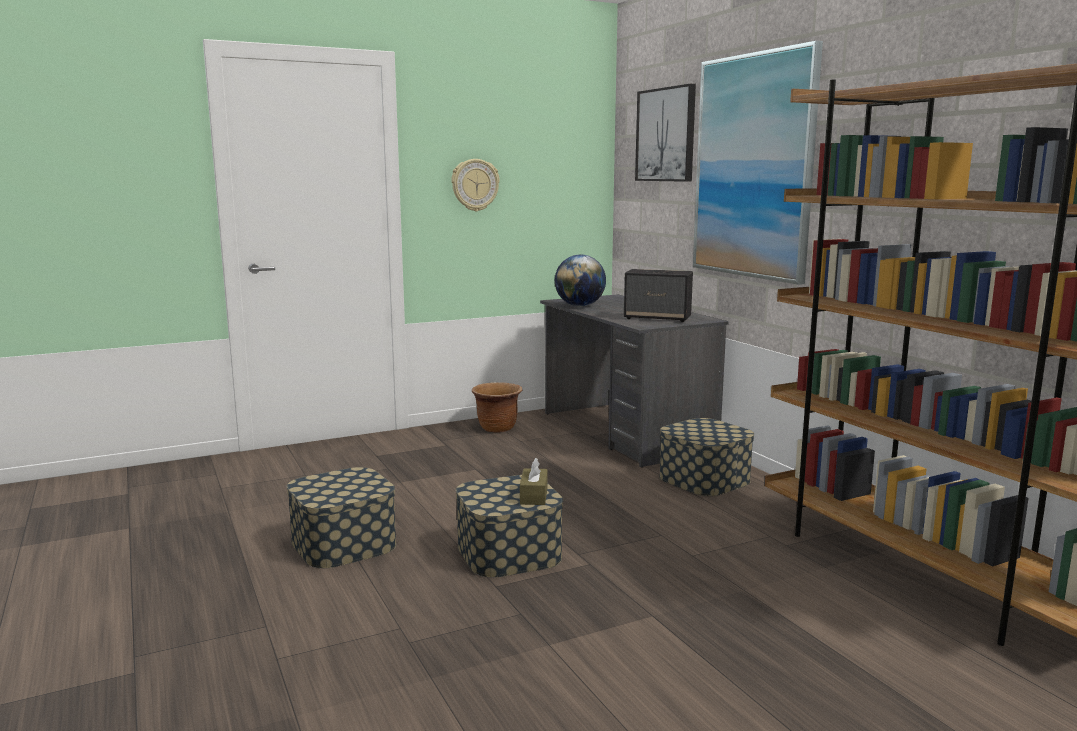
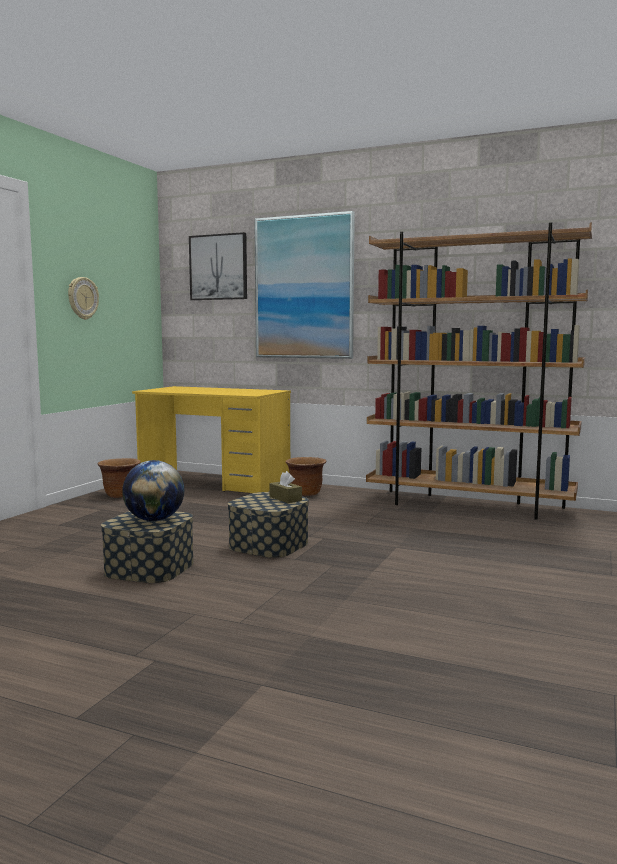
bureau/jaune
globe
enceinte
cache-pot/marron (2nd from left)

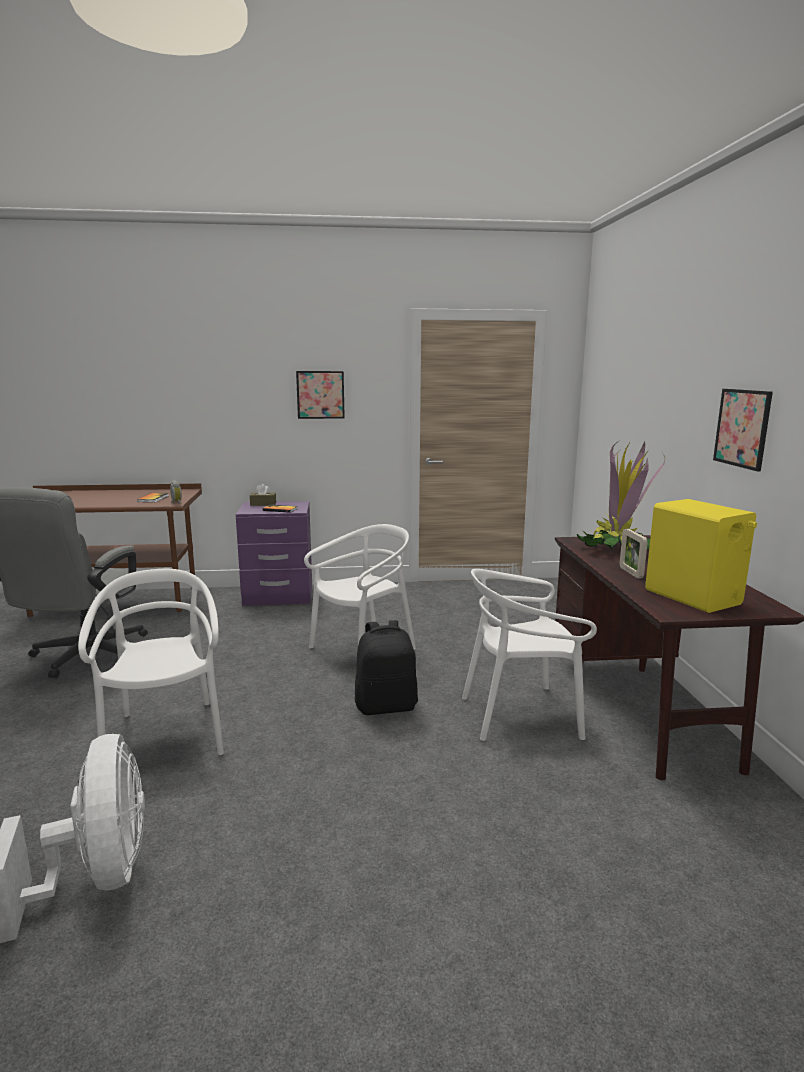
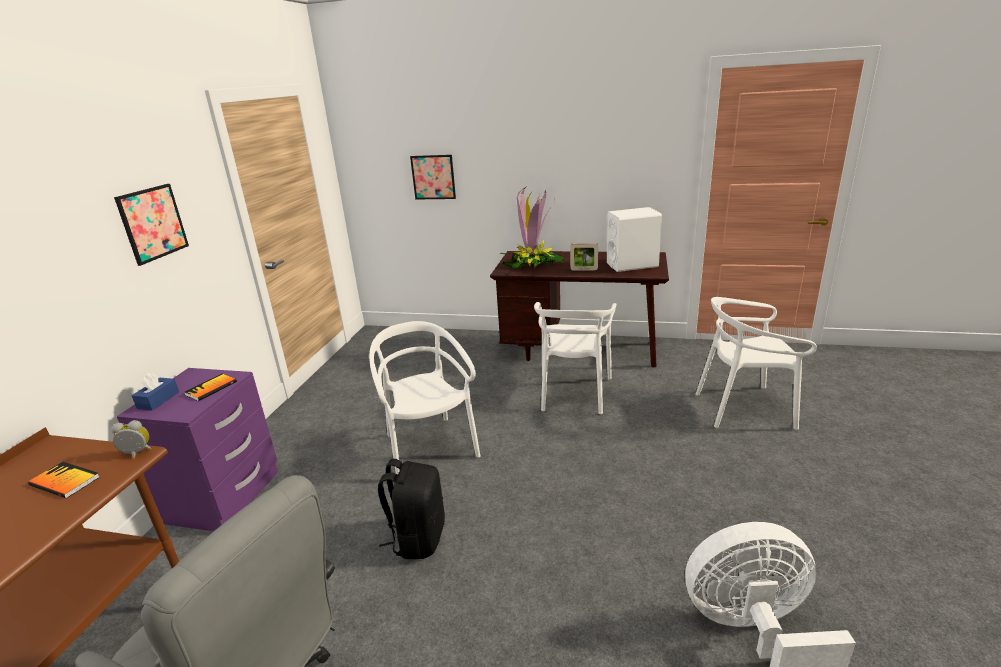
chaise/blanc (3rd from left)
boîte à mouchoirs/bleu
sac à dos/noir
enceinte/blanc
tableau (2nd from left)

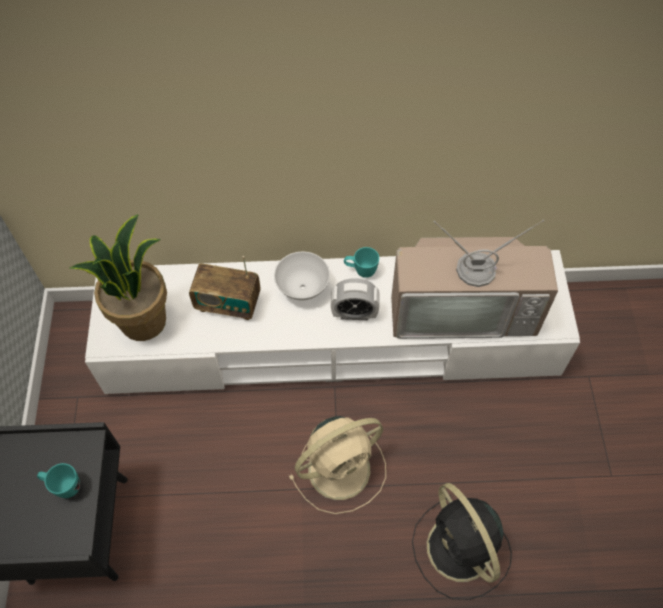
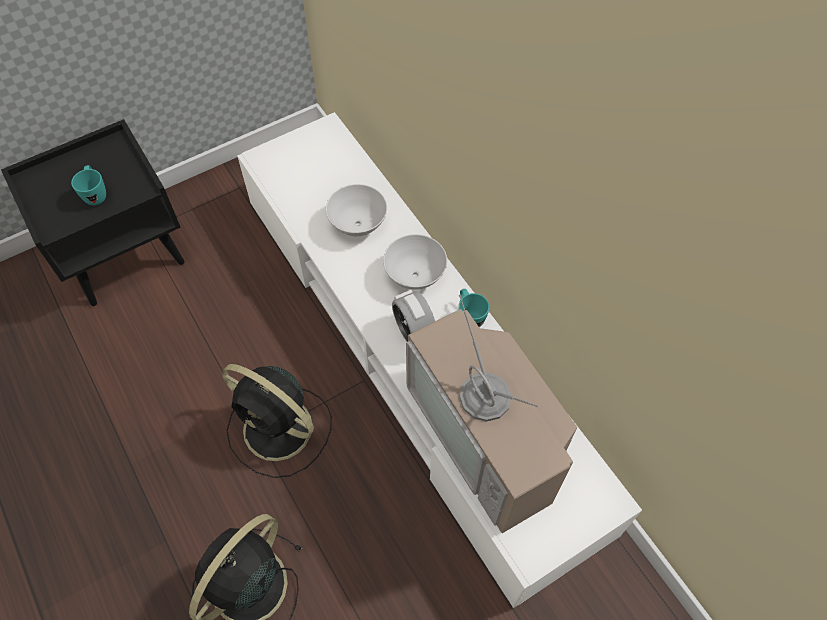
plante en pot
bol/blanc (1st from left)
ventilateur/noir (2nd from left)

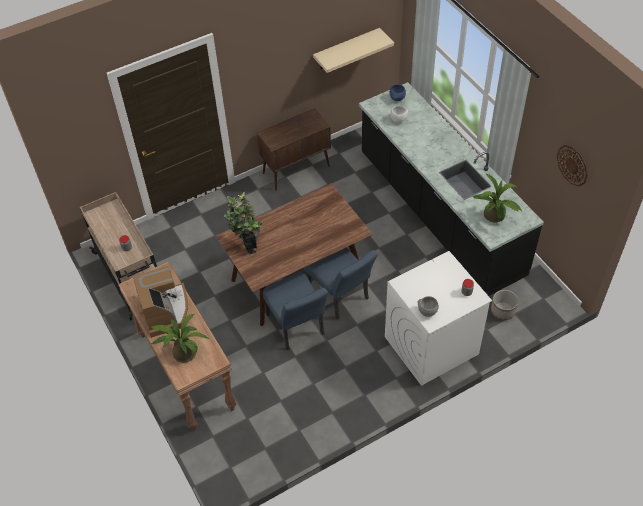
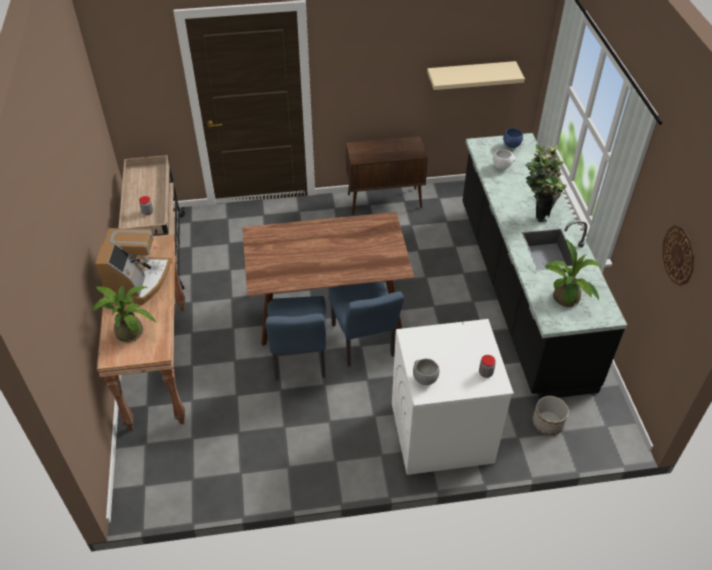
plante en pot (2nd from left)

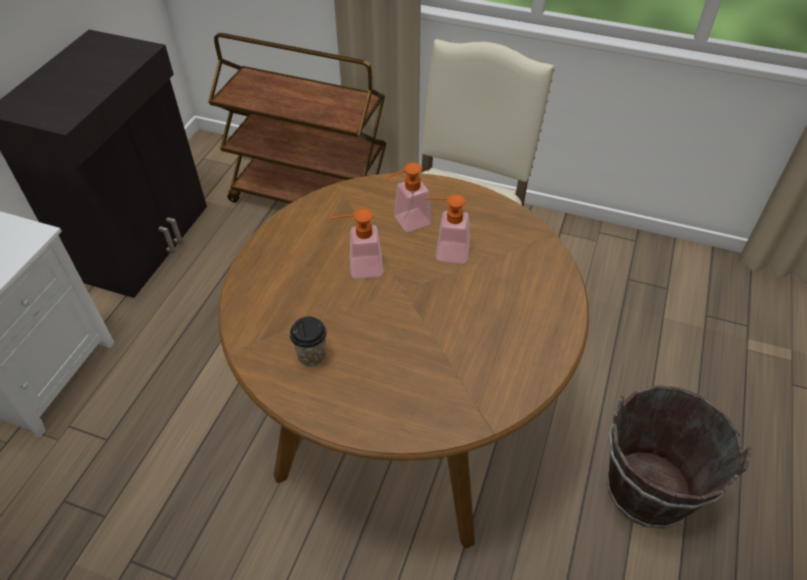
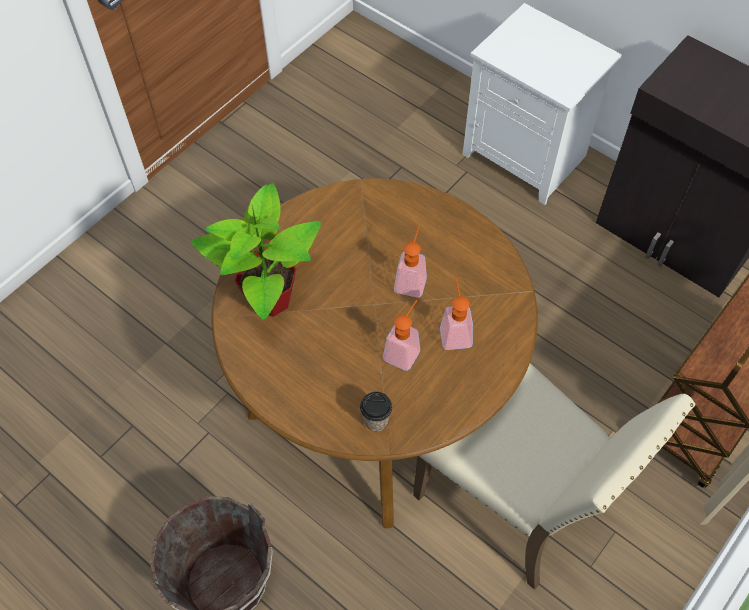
tasse
plante en pot

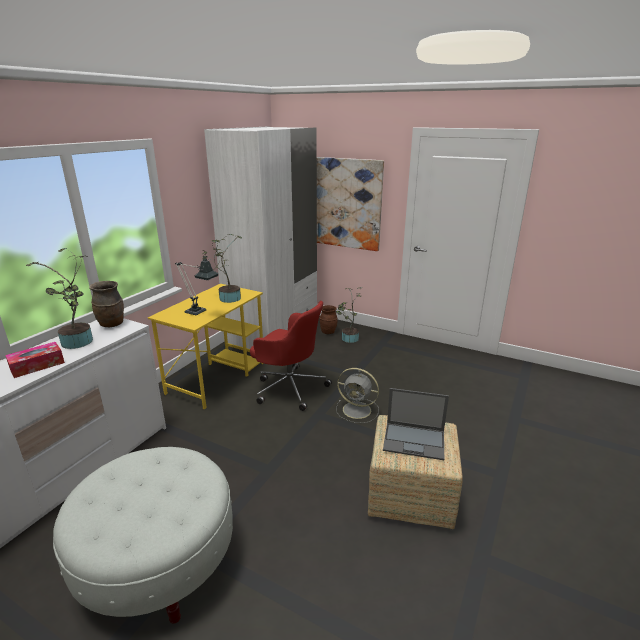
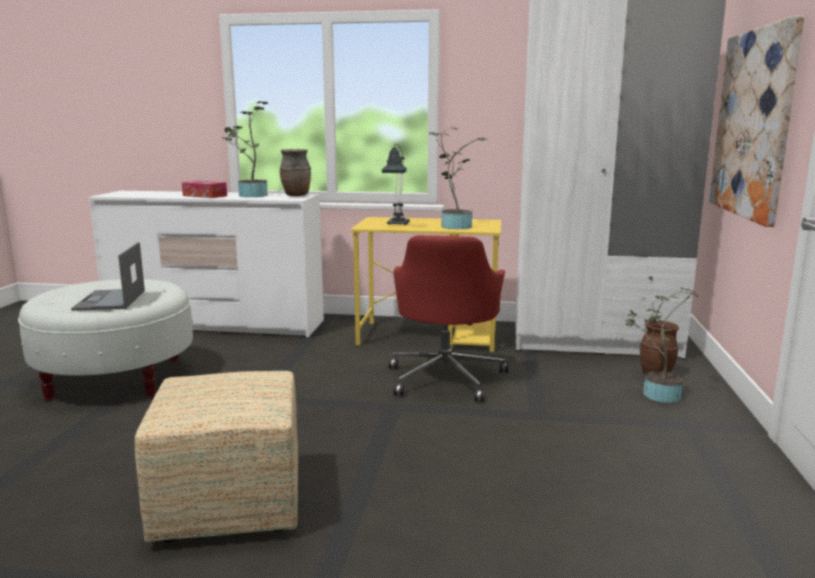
ventilateur/gris
ordinateur portable

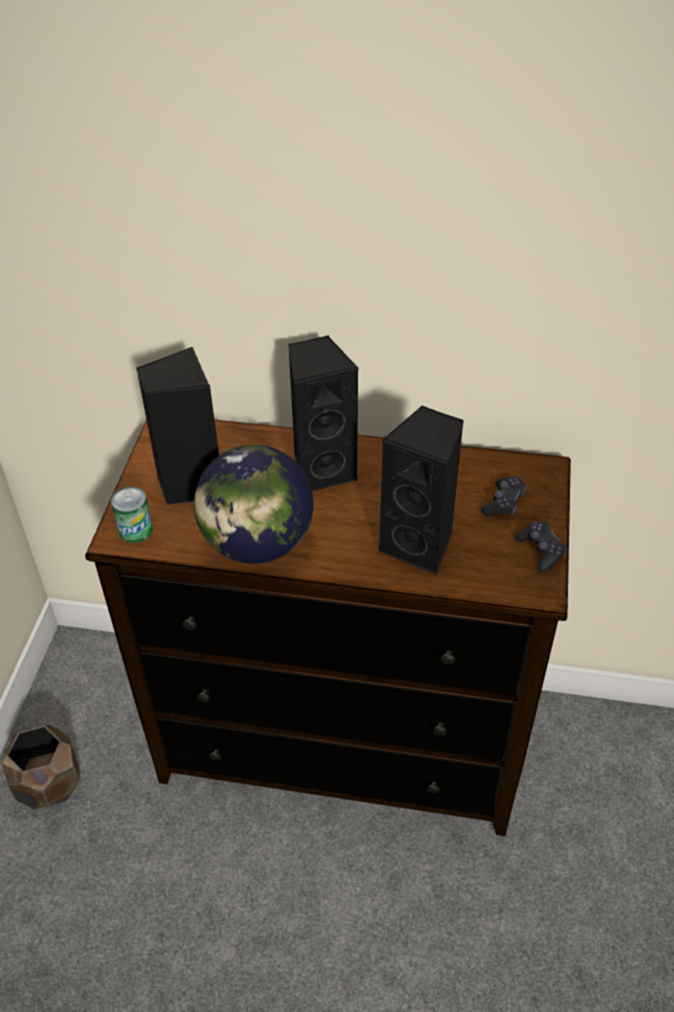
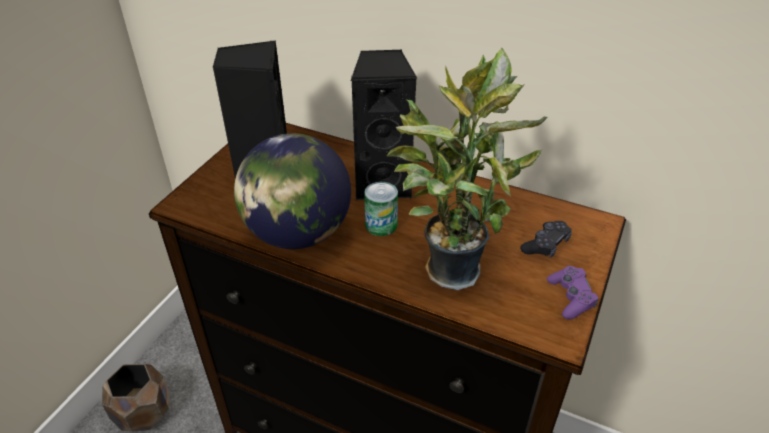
boîte métallique
plante en pot
manette/violet

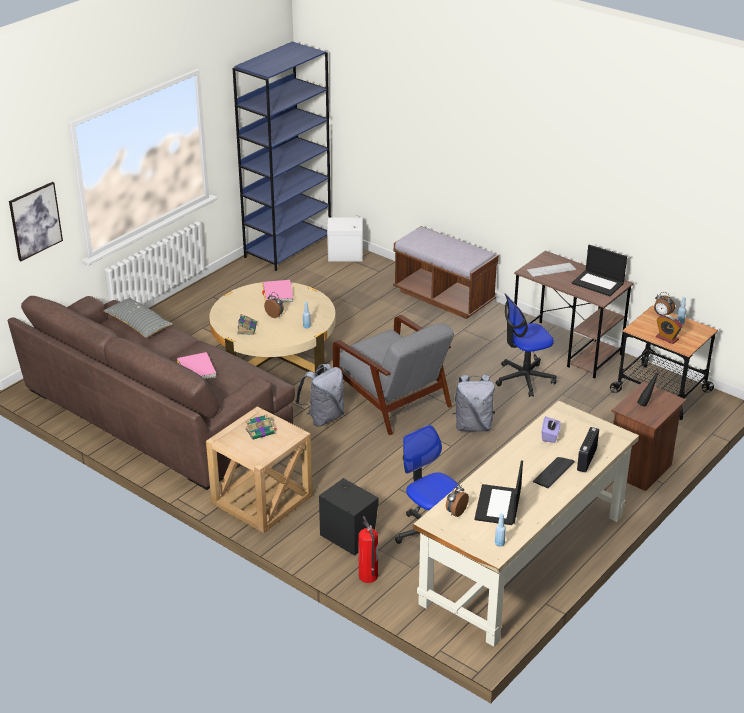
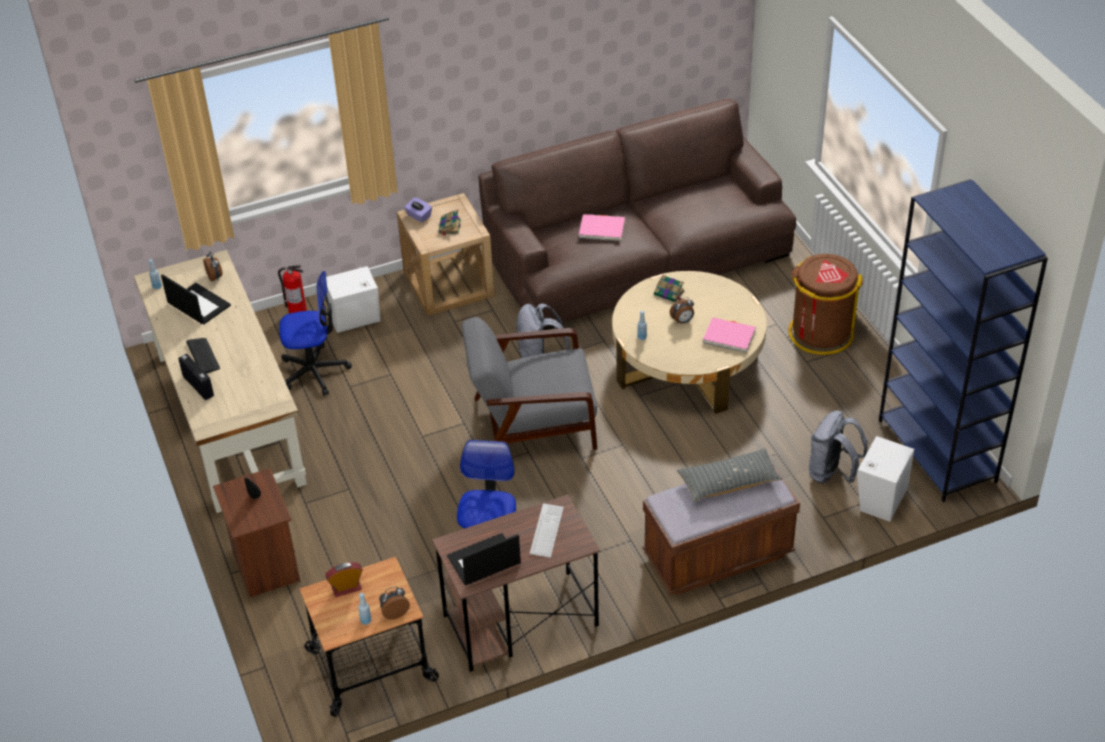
tableau
coussin/gris
enceinte/blanc (1st from left)
sac à dos/gris (2nd from left)
boîte à mouchoirs/violet
poubelle/marron

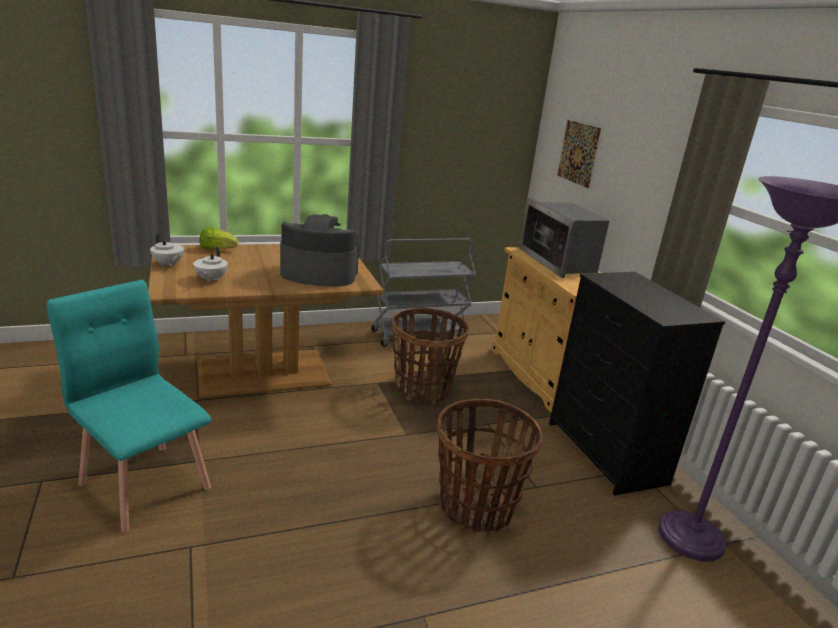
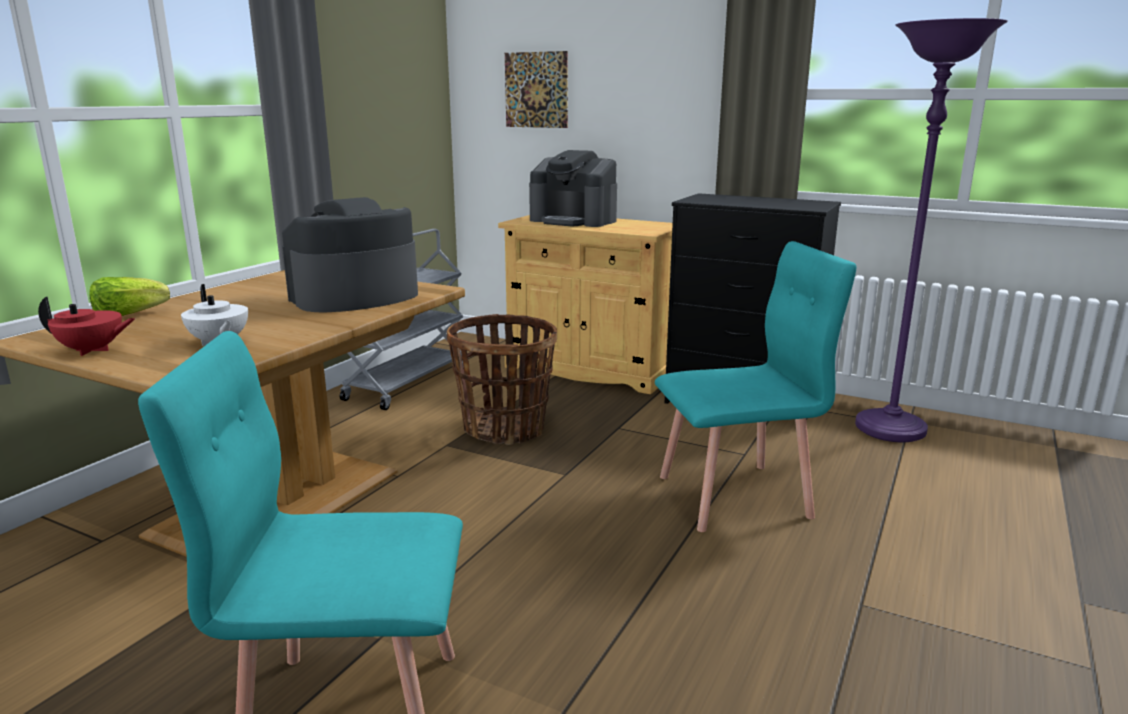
théière/rouge
chaise/turquoise (2nd from left)
machine à café (2nd from left)

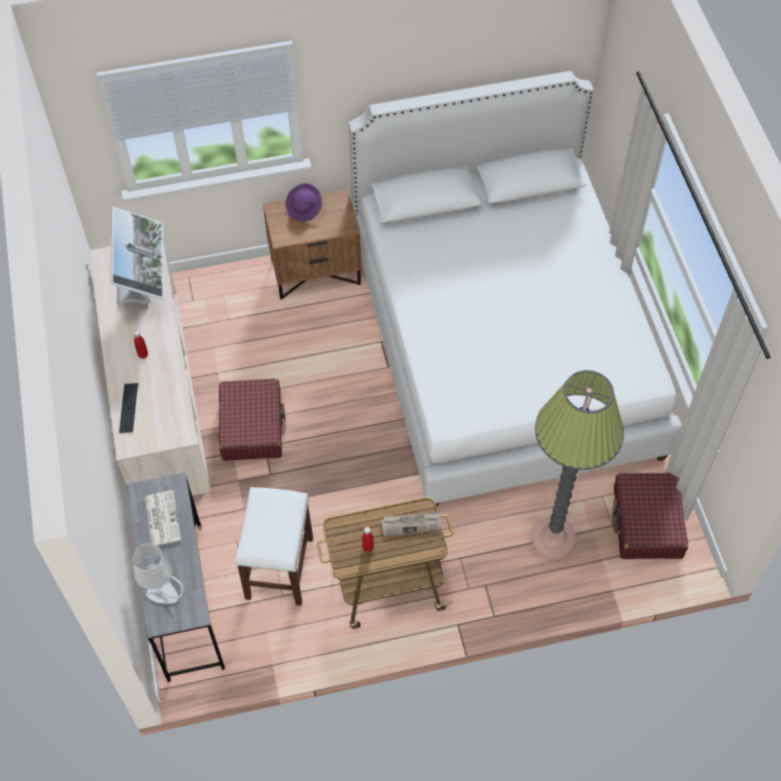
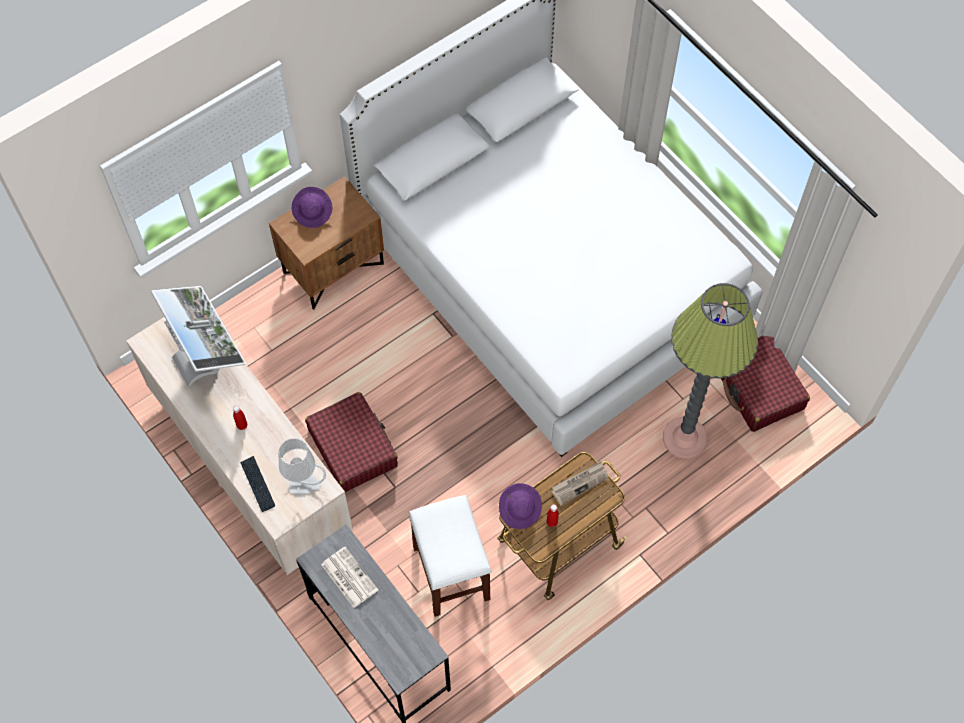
lampe de table/gris
chapeau/violet (2nd from left)

